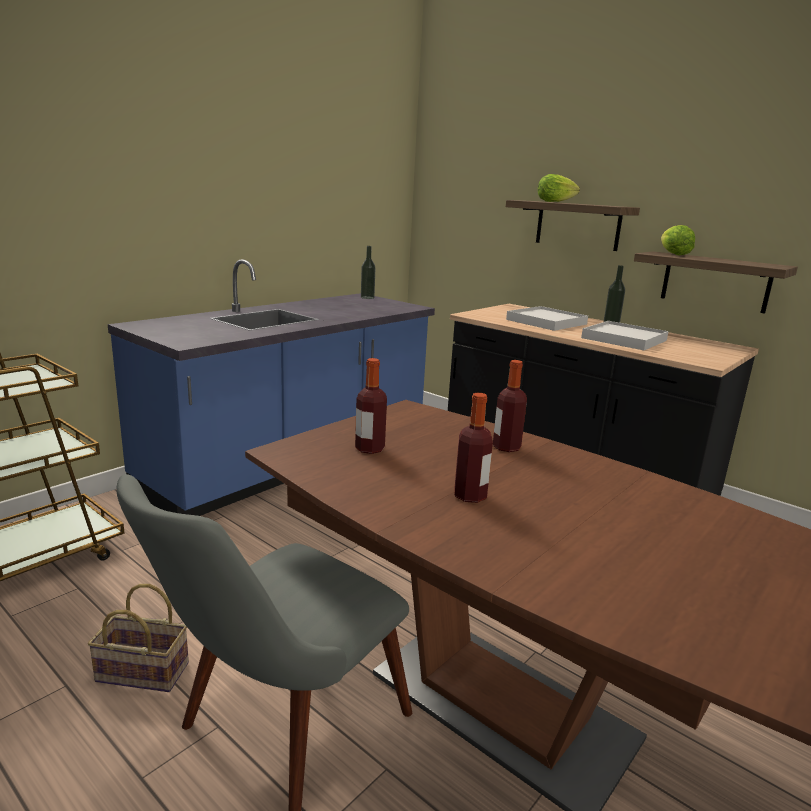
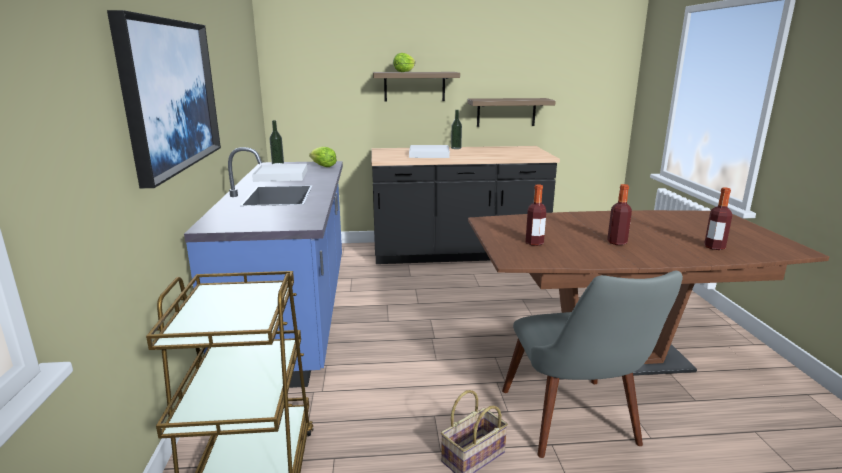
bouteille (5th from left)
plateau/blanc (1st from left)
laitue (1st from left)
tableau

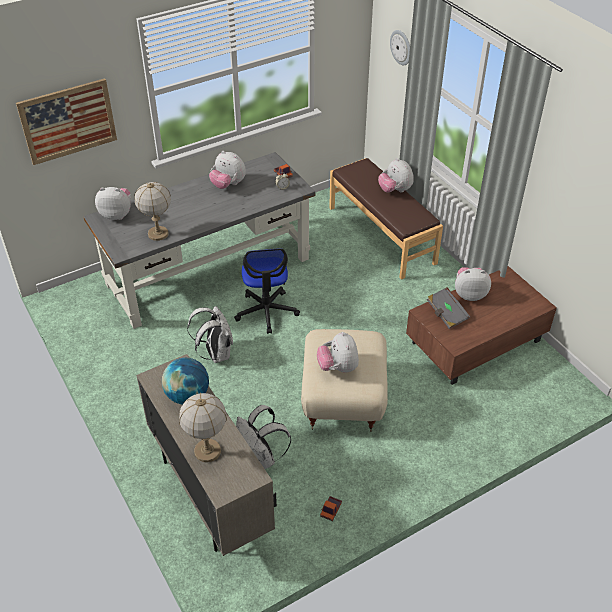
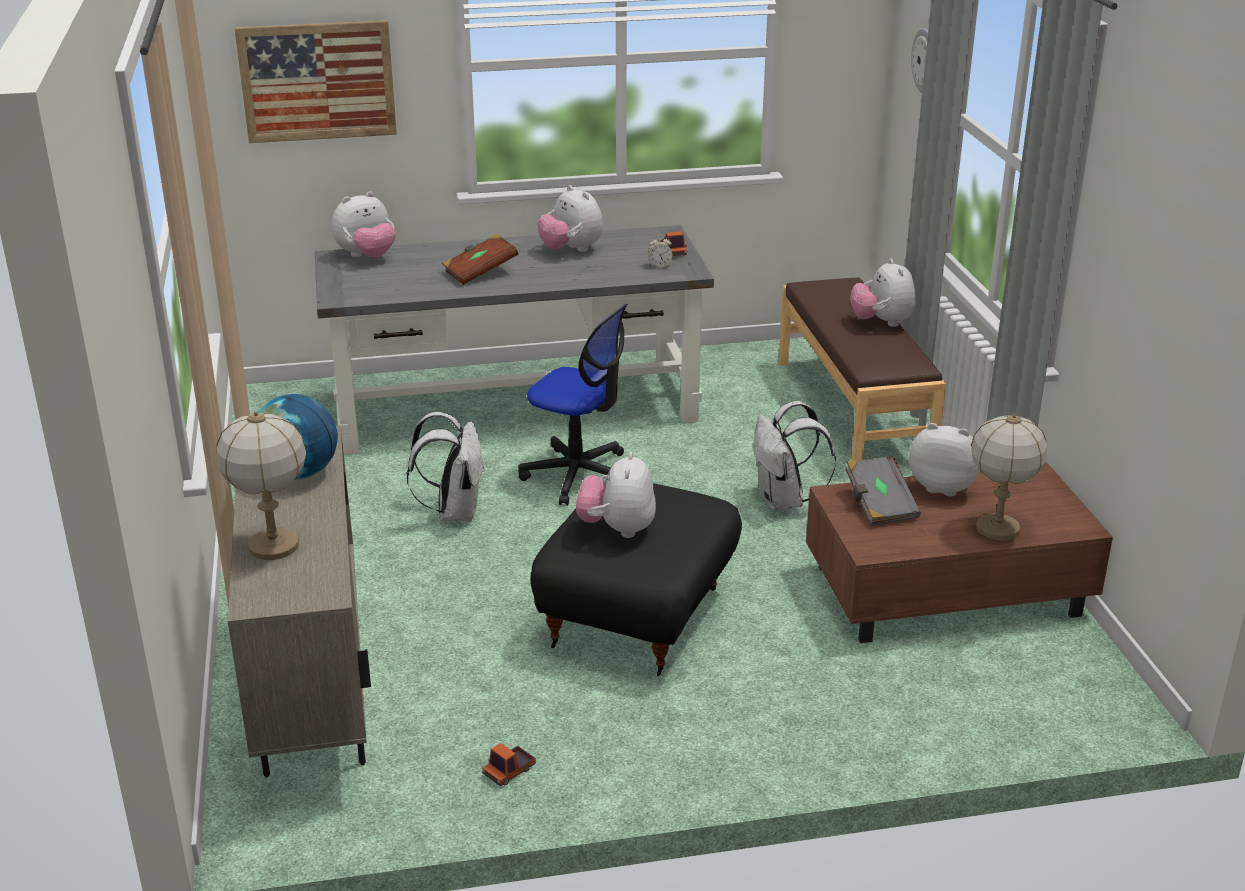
peluche (1st from left)
lampe de table (2nd from left)
chaise de bureau
sac à dos/blanc (2nd from left)
pouf/noir
livre/marron

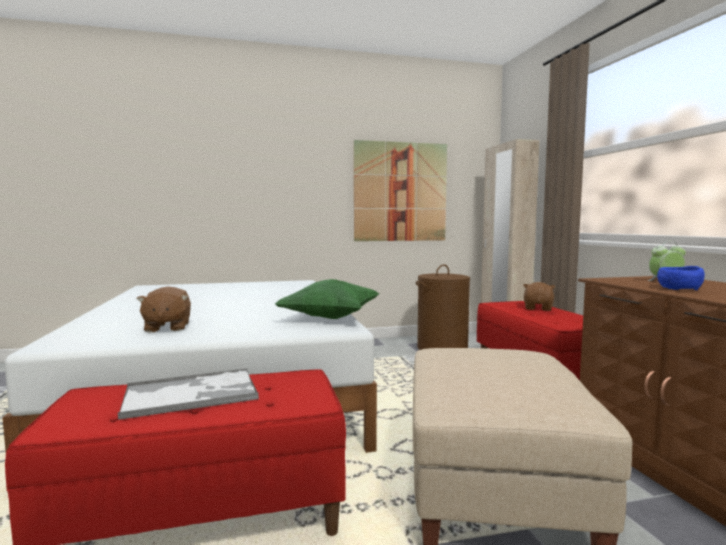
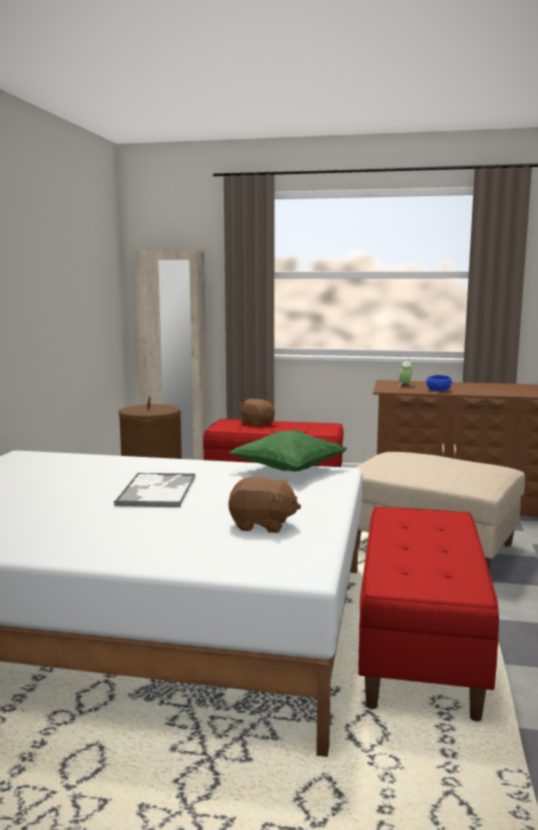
plateau
tableau

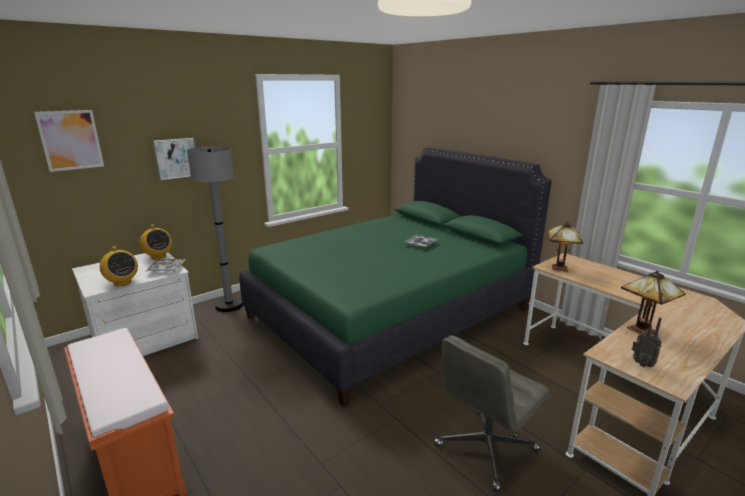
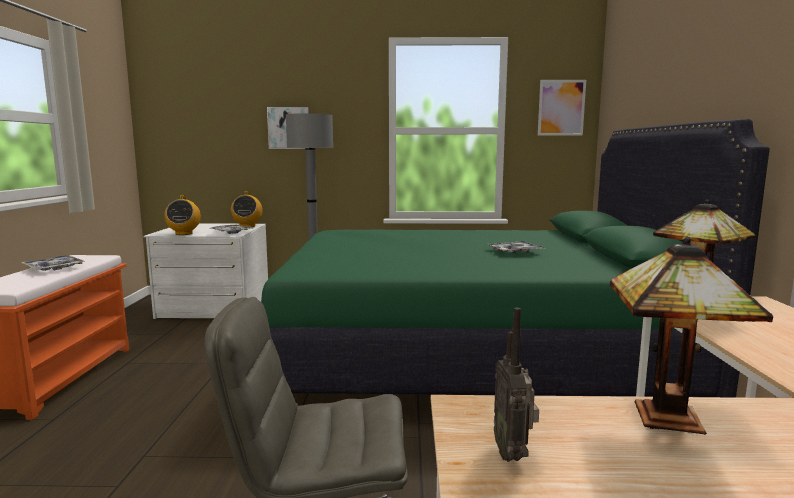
tableau (2nd from left)
plateau (1st from left)

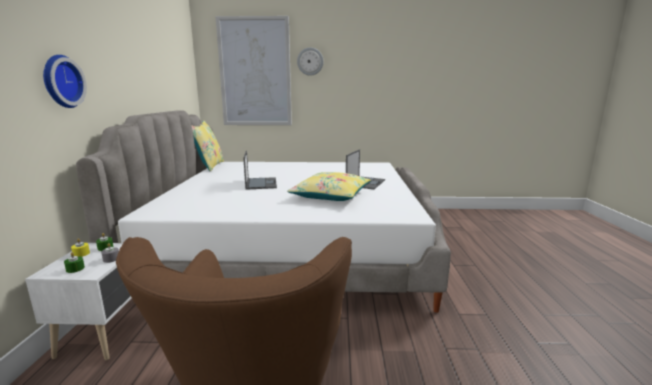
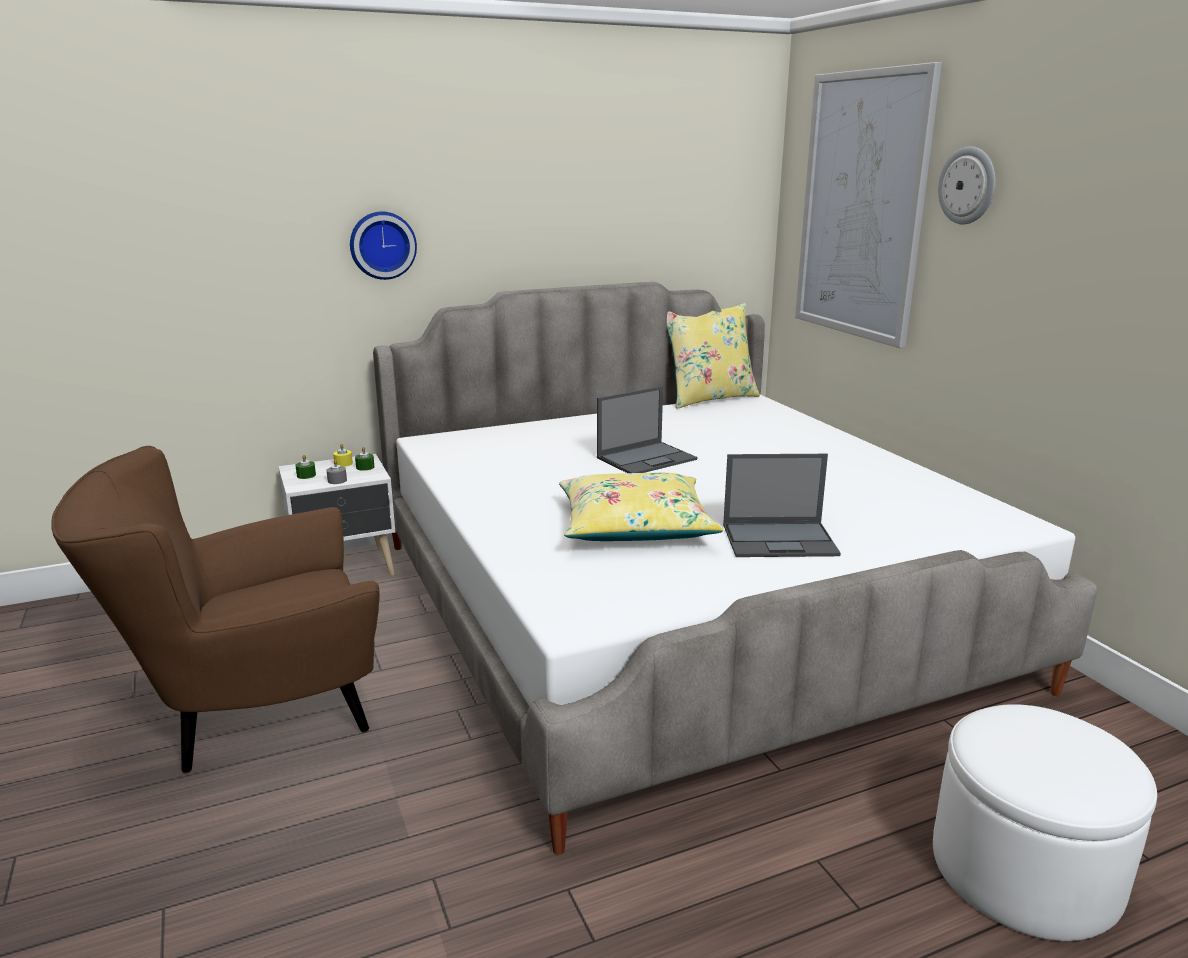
pouf/blanc

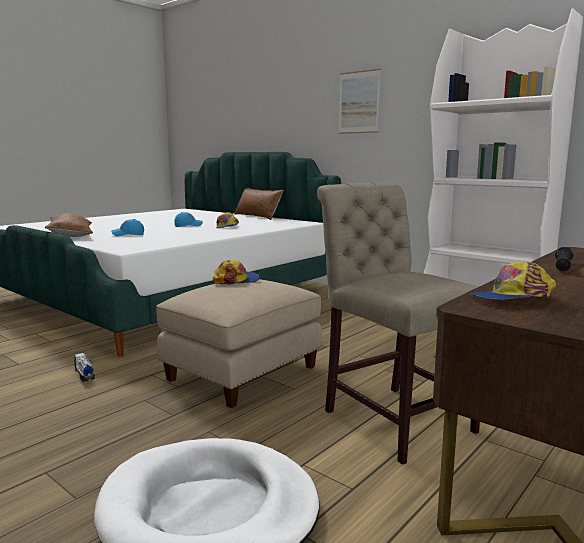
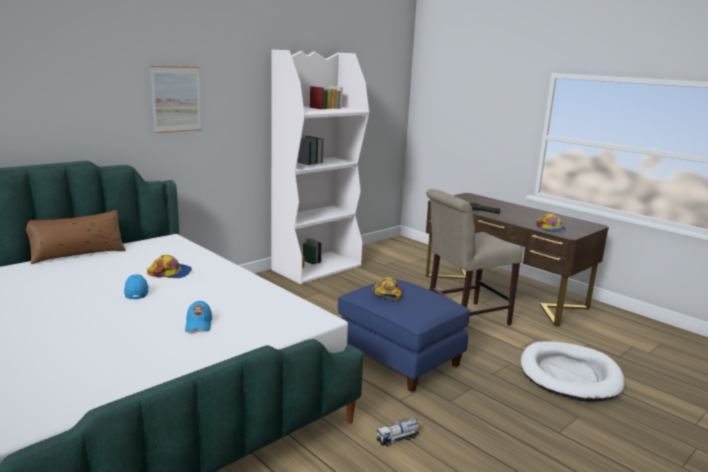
coussin/marron (1st from left in the first image)
pouf/bleu

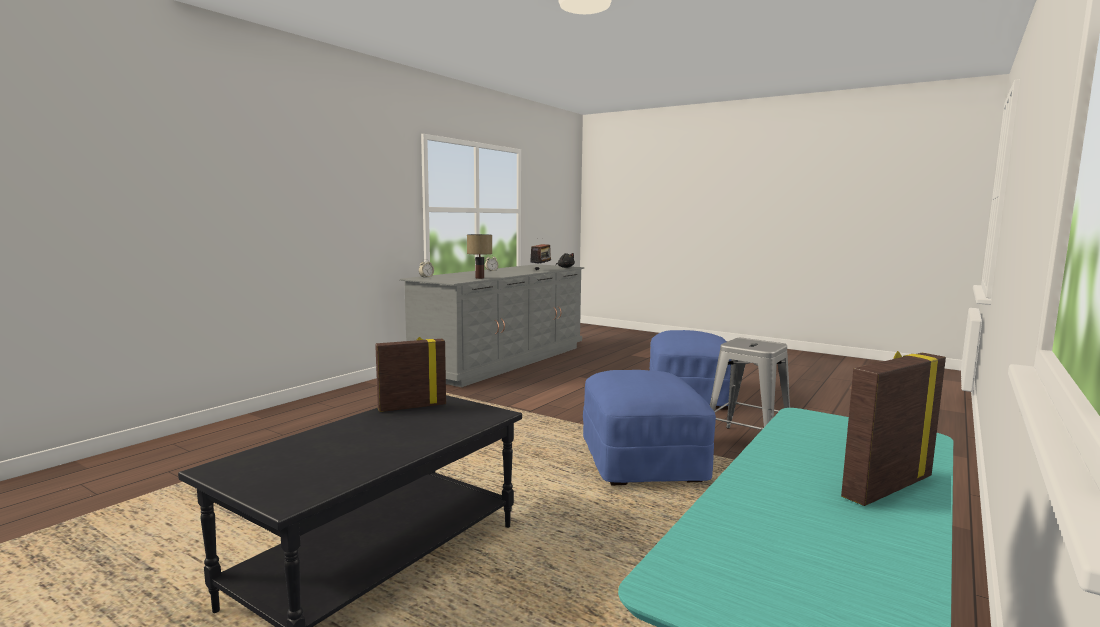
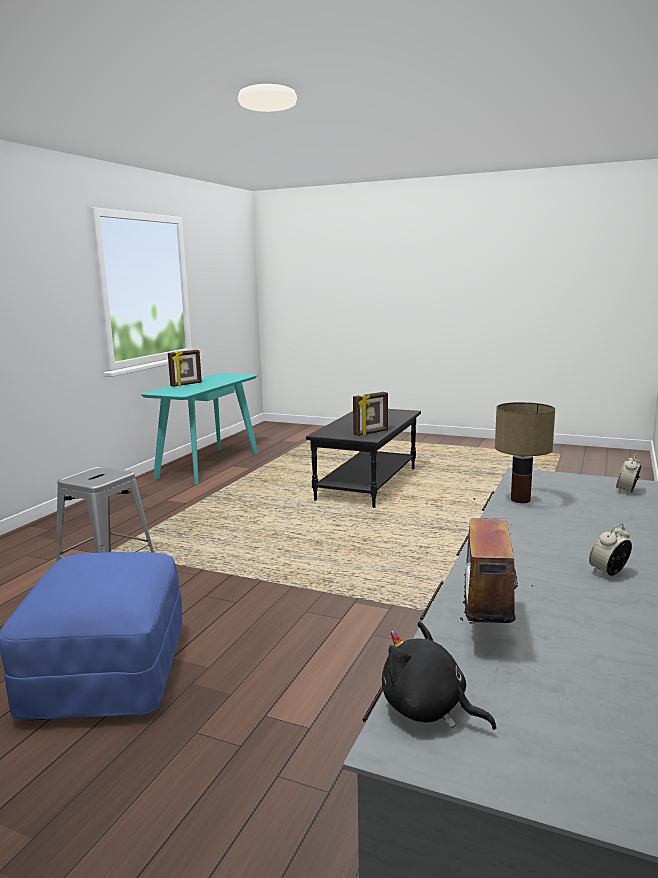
pouf/bleu (1st from left in the first image)

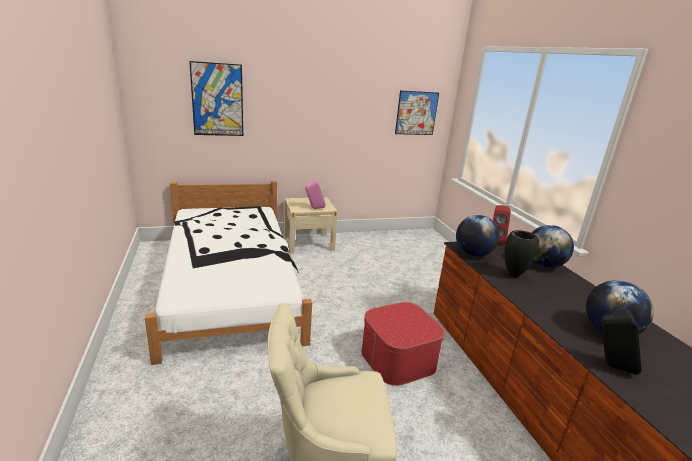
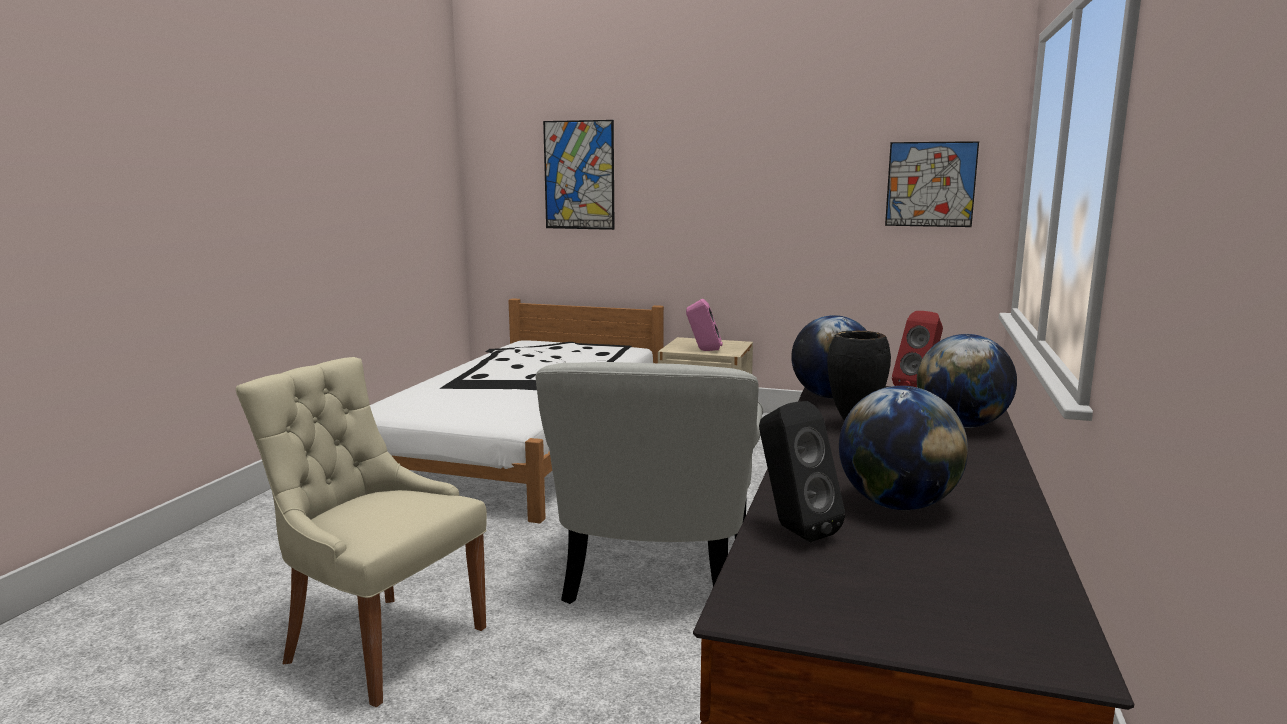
fauteuil/blanc

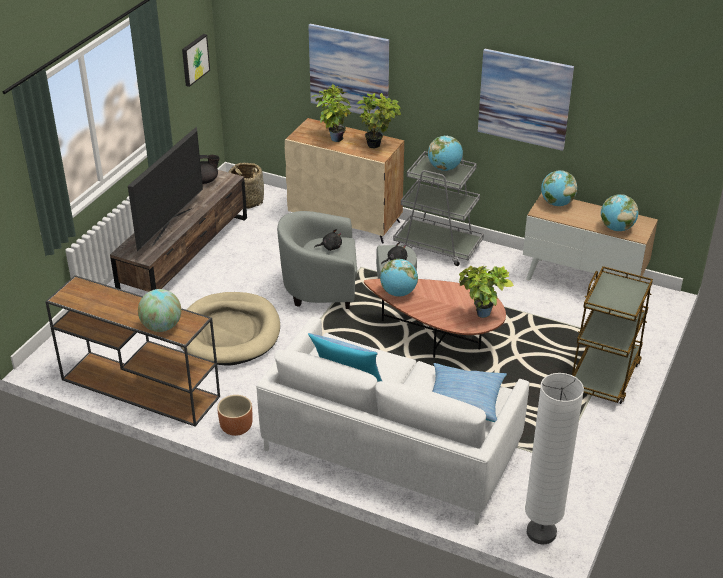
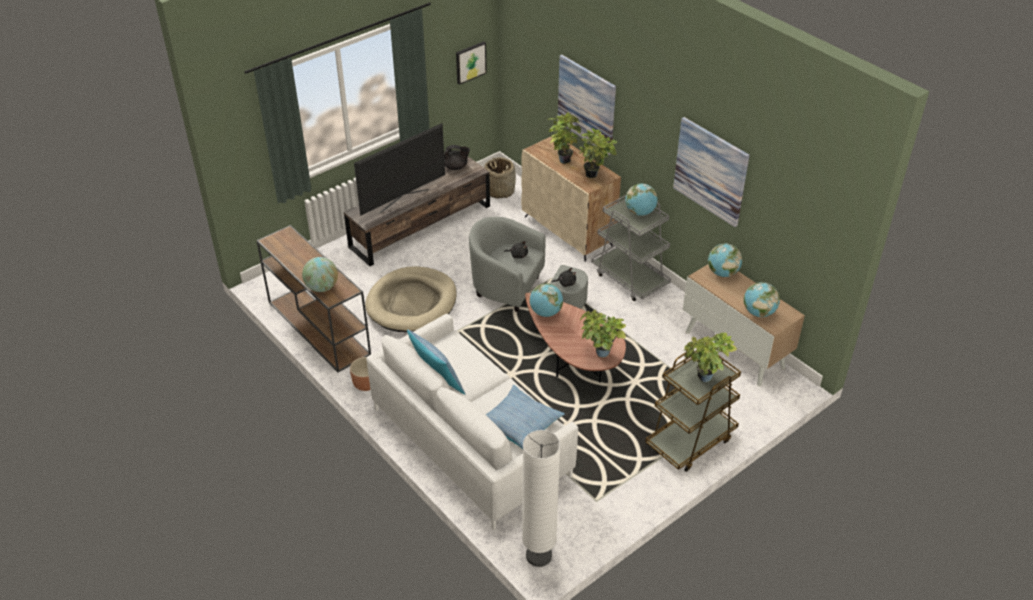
plante en pot (4th from left)

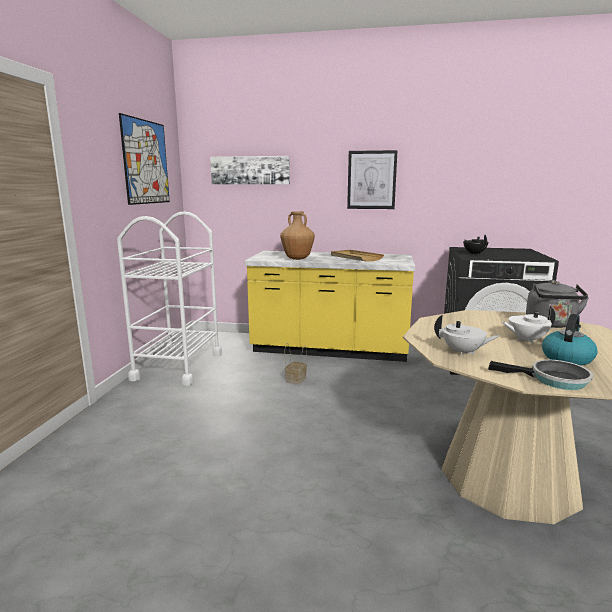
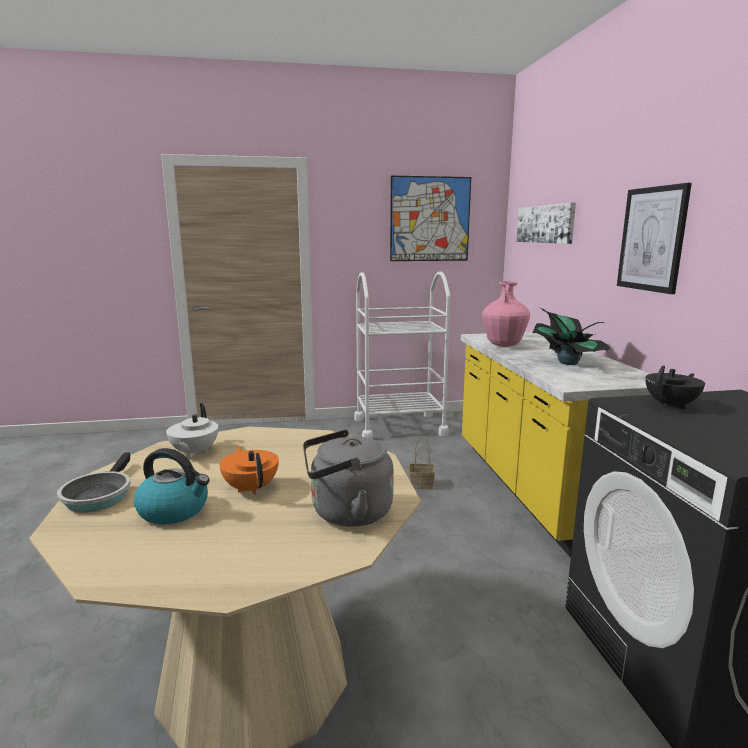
vase/rose
plante en pot
théière/orange

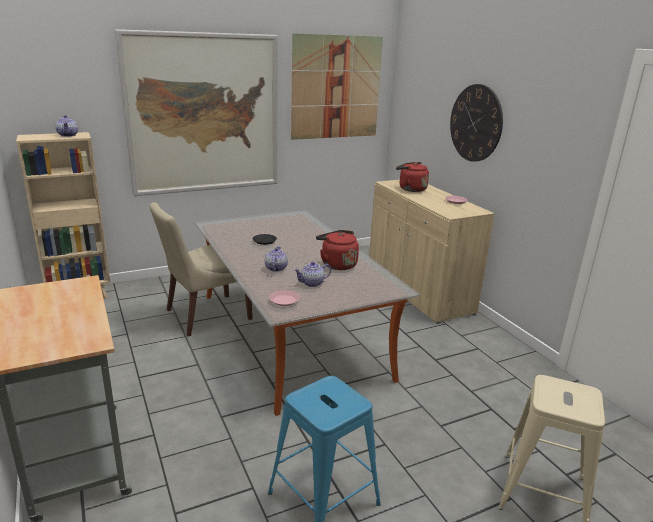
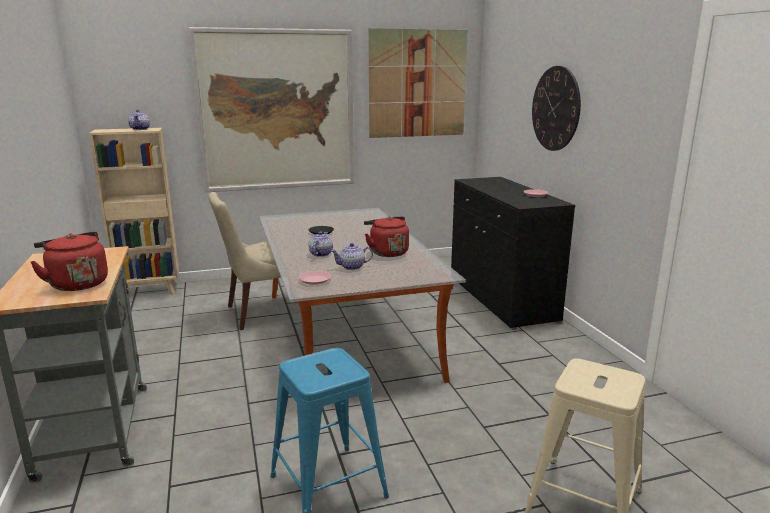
meuble de rangement/noir
bouilloire/rouge (1st from left)

